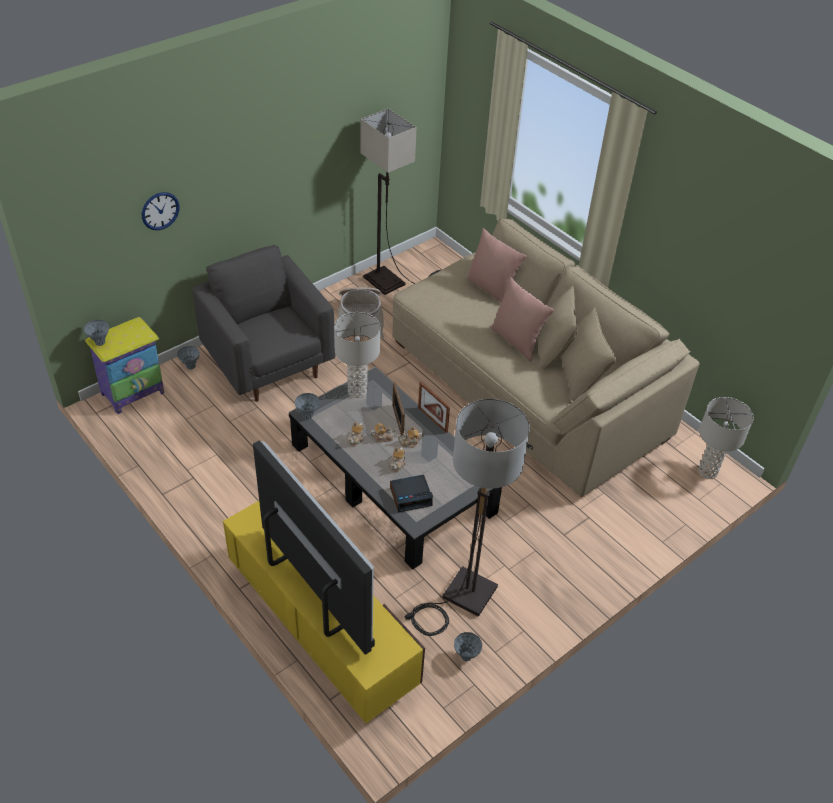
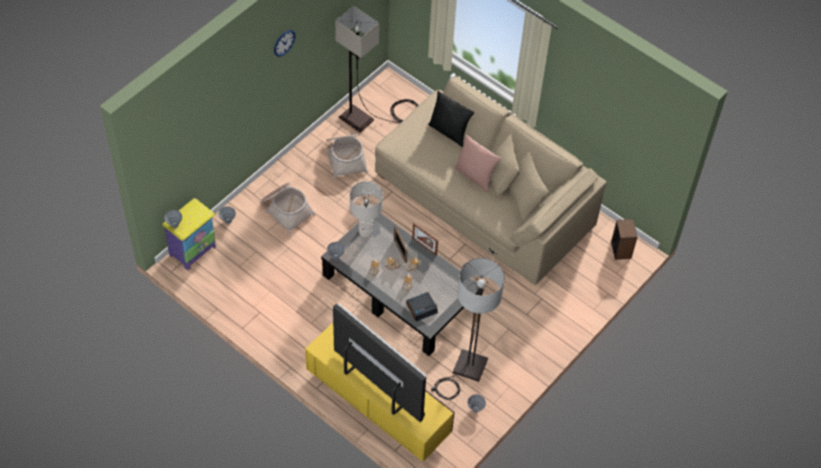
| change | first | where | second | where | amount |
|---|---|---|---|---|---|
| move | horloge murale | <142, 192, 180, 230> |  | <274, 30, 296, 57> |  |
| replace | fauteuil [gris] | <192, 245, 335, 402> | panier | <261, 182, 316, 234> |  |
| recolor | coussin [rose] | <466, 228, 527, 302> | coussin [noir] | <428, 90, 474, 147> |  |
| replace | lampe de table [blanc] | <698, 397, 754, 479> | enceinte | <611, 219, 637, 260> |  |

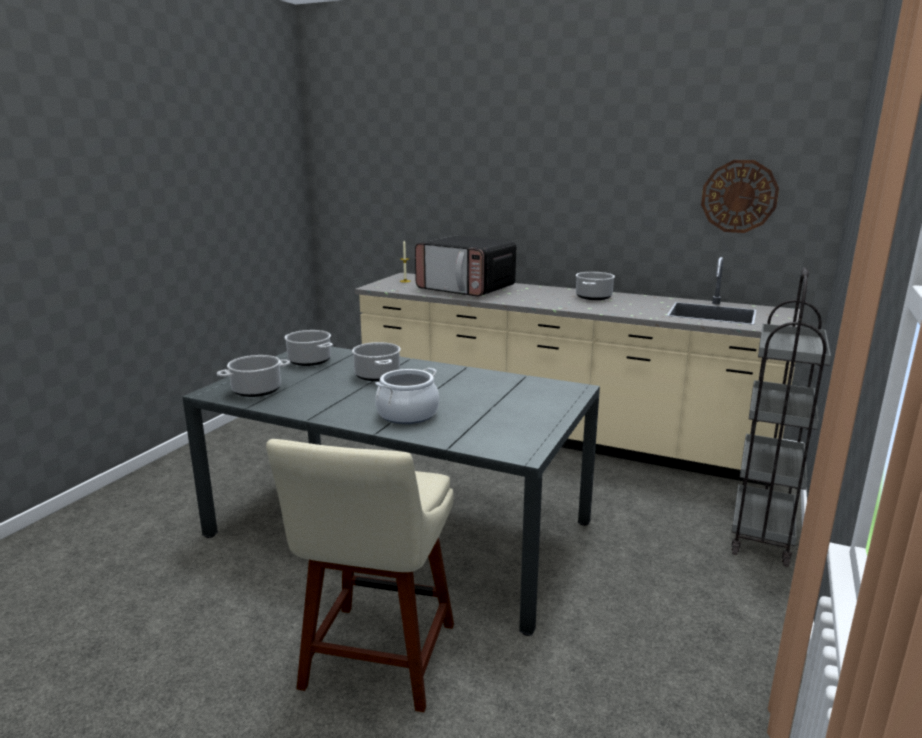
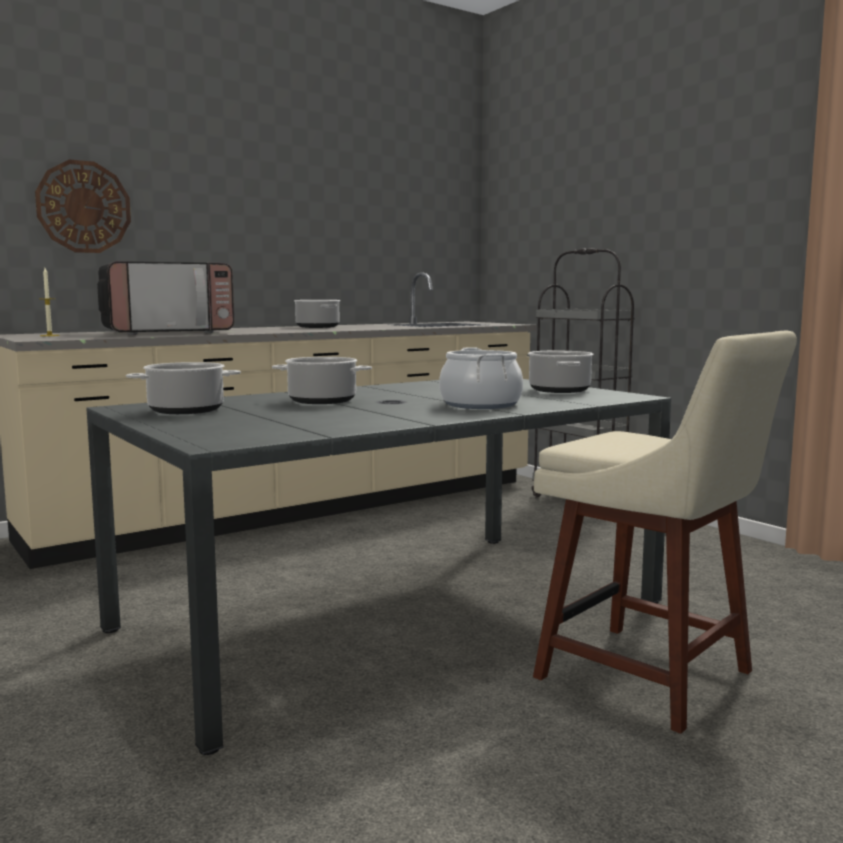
| change | first | where | second | where | amount |
|---|---|---|---|---|---|
| move | marmite | <217, 355, 290, 397> |  | <528, 351, 594, 393> |  |
| move | horloge murale | <701, 160, 779, 233> |  | <35, 160, 131, 253> |  |

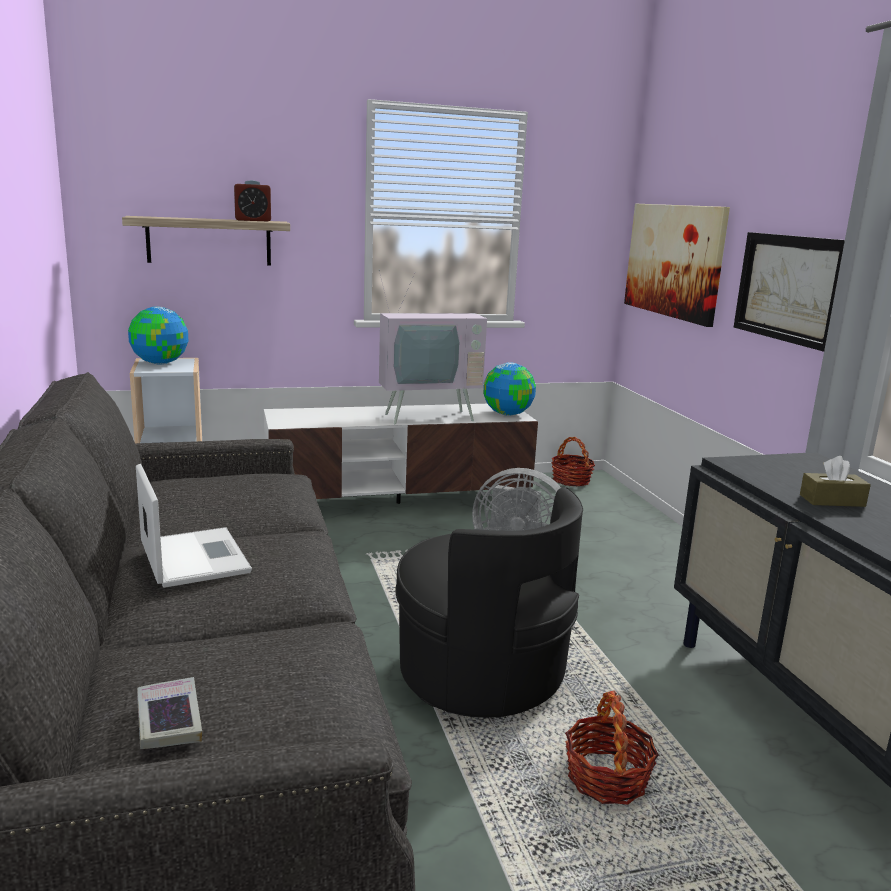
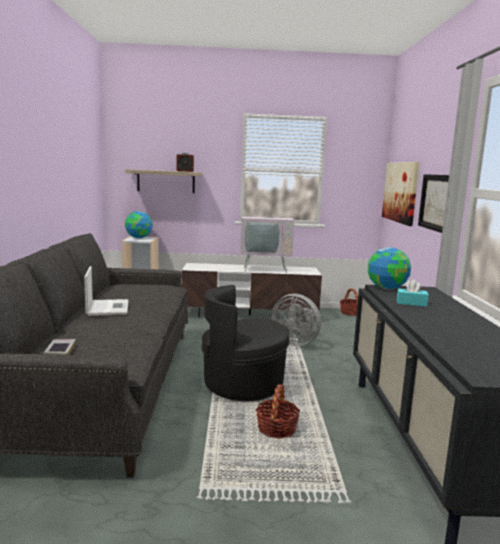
| change | first | where | second | where | amount |
|---|---|---|---|---|---|
| rotate | fauteuil [noir] | <395, 487, 583, 718> |  | <201, 285, 289, 401> | 120 degrees clockwise |
| move | globe | <483, 362, 536, 416> |  | <367, 247, 411, 290> |  |
| recolor | boîte à mouchoirs [marron] | <800, 456, 871, 507> | boîte à mouchoirs [turquoise] | <397, 280, 429, 307> |  |

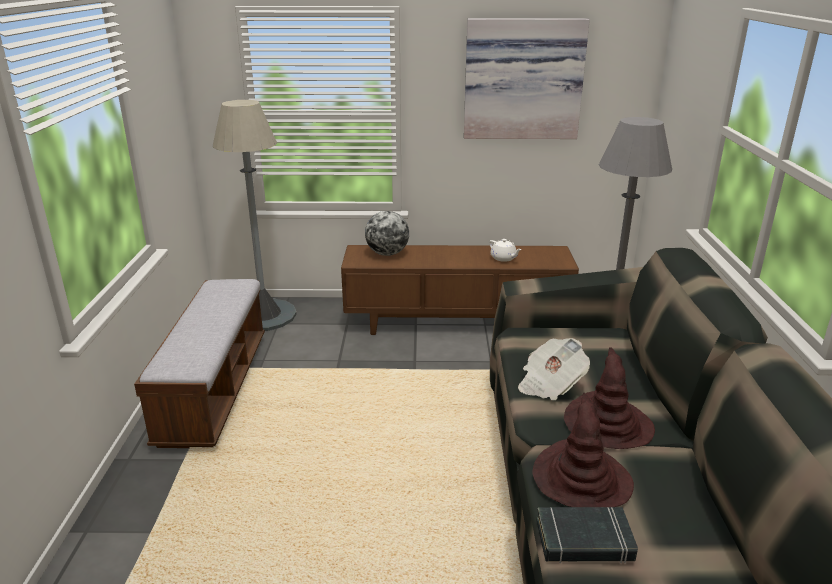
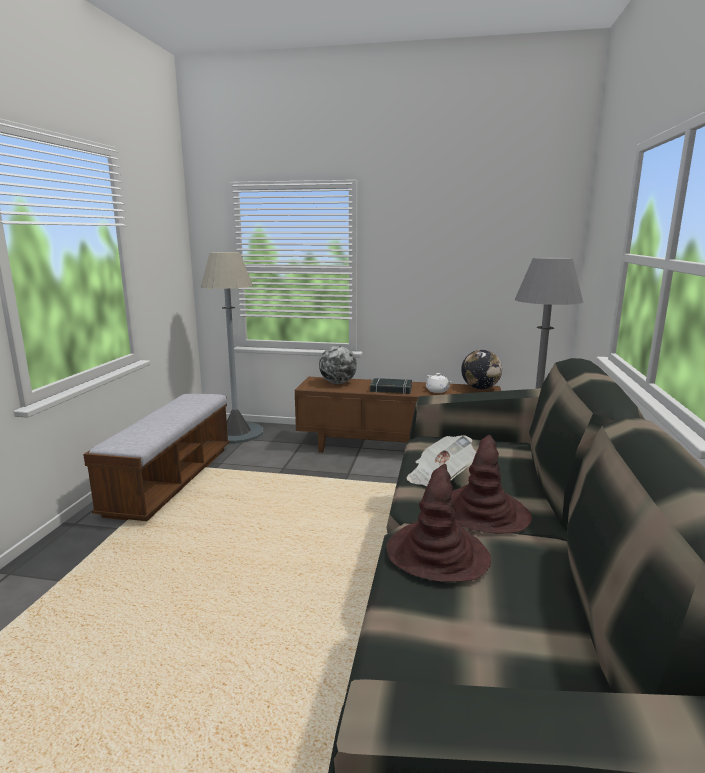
| change | first | where | second | where | amount |
|---|---|---|---|---|---|
| delete | tableau | <464, 18, 590, 139> |  |  |  |
| move | livre [noir] | <536, 507, 638, 563> |  | <370, 378, 412, 394> |  |
| insert |  |  | globe | <461, 350, 502, 389> |  |

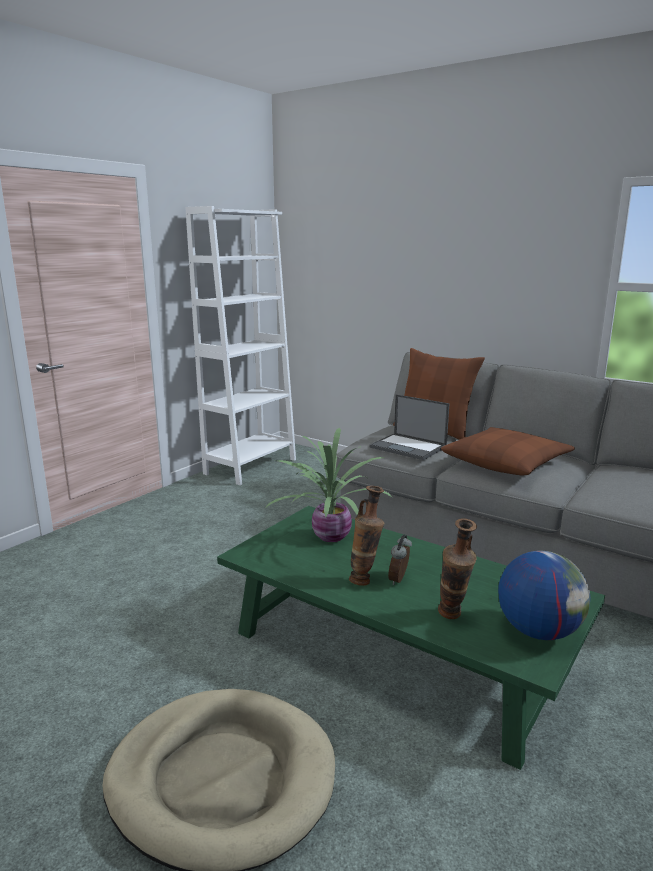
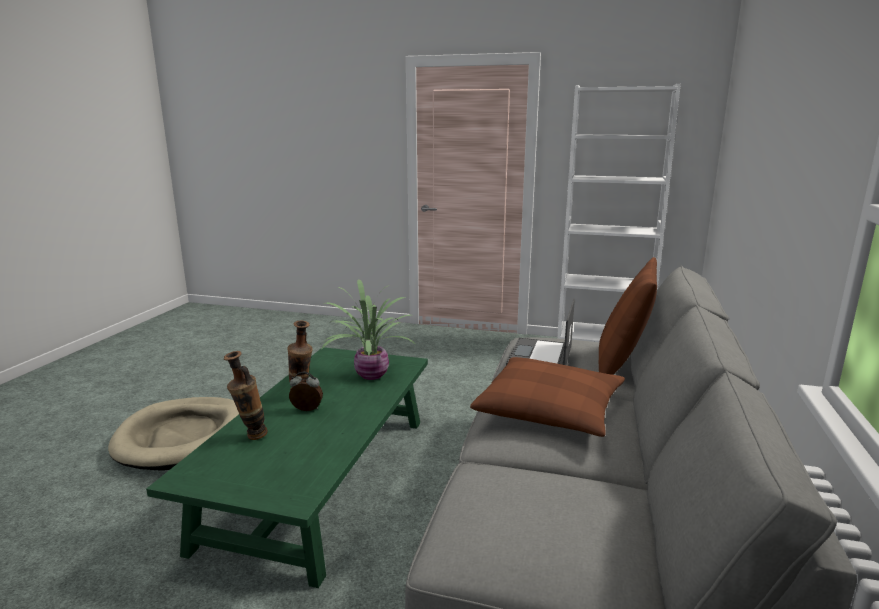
| change | first | where | second | where | amount |
|---|---|---|---|---|---|
| delete | globe | <498, 550, 590, 640> |  |  |  |

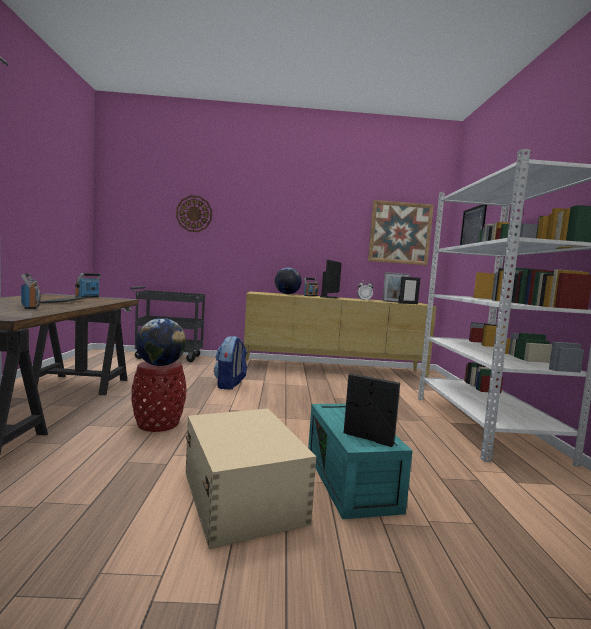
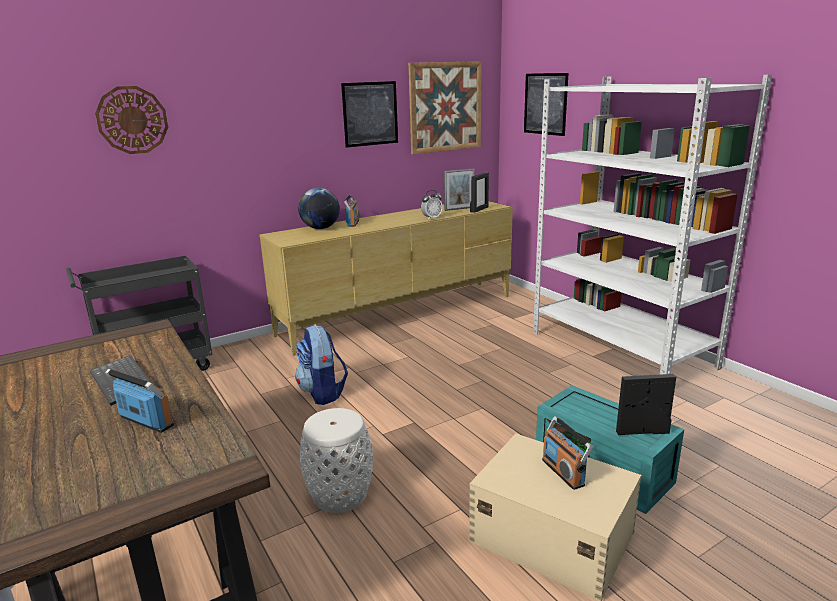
| change | first | where | second | where | amount |
|---|---|---|---|---|---|
| move | radio | <75, 273, 101, 298> |  | <542, 416, 593, 490> |  |
| recolor | tabouret [rouge] | <131, 361, 186, 432> | tabouret [blanc] | <300, 408, 373, 513> |  |
| delete | globe | <136, 318, 186, 366> |  |  |  |
| delete | écran d'ordinateur | <320, 260, 342, 298> |  |  |  |
| insert |  |  | tableau | <341, 81, 398, 148> |  |

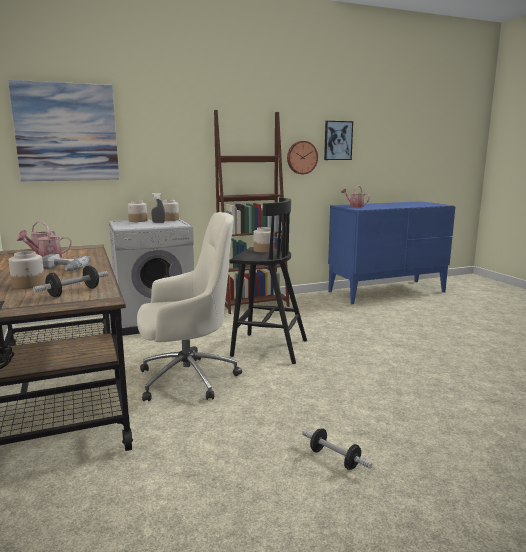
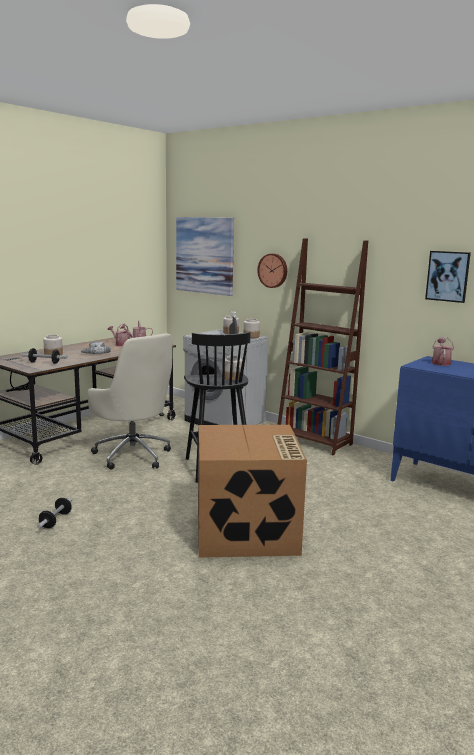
| change | first | where | second | where | amount |
|---|---|---|---|---|---|
| move | horloge murale | <287, 141, 318, 174> |  | <257, 254, 287, 288> |  |
| insert |  |  | carton | <198, 425, 307, 558> |  |

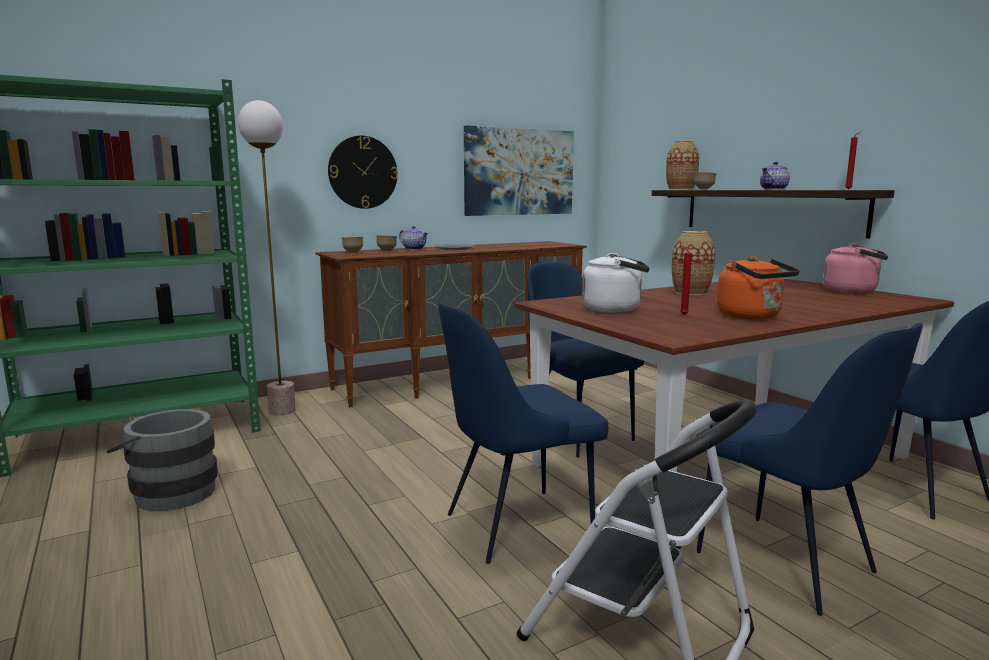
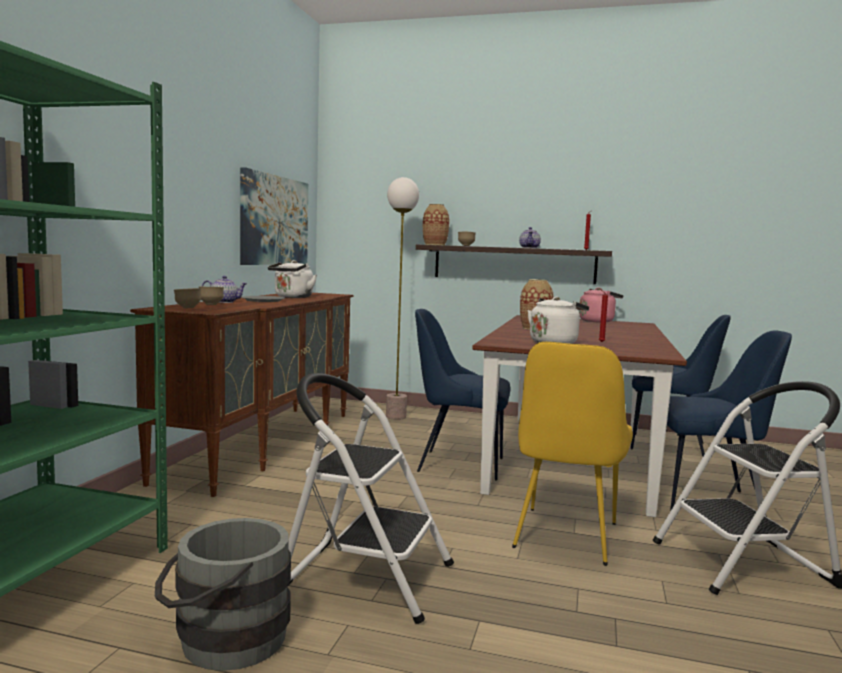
| change | first | where | second | where | amount |
|---|---|---|---|---|---|
| move | lampadaire | <238, 100, 296, 415> |  | <386, 177, 419, 420> |  |
| delete | horloge murale | <328, 136, 398, 209> |  |  |  |
| recolor | chaise [bleu] | <438, 301, 608, 564> | chaise [jaune] | <512, 342, 633, 566> |  |
| delete | bouilloire [orange] | <717, 256, 799, 319> |  |  |  |
| insert |  |  | bouilloire [blanc] | <268, 260, 317, 298> |  |
| insert |  |  | escabeau | <287, 373, 454, 624> |  |

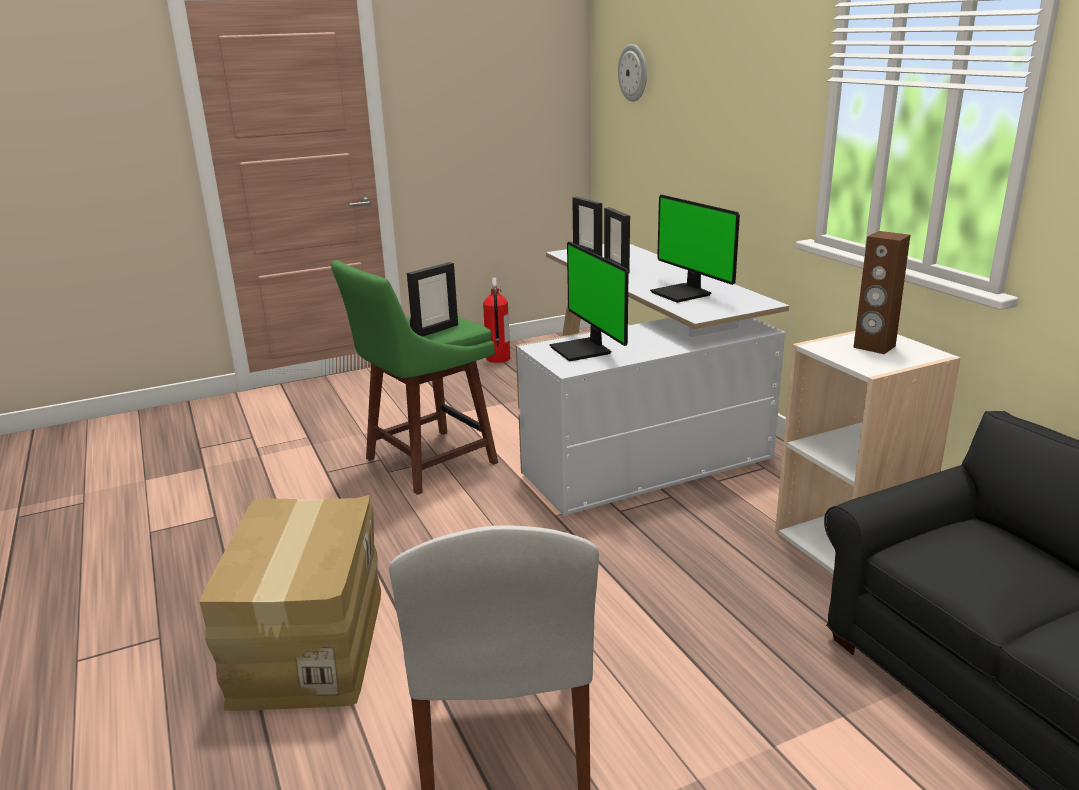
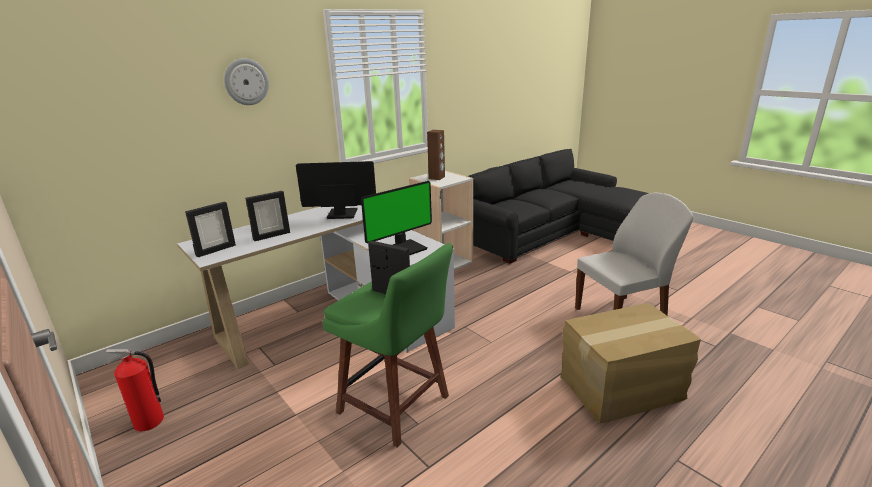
| change | first | where | second | where | amount |
|---|---|---|---|---|---|
| move | horloge murale | <618, 44, 647, 102> |  | <224, 58, 269, 105> |  |
| rotate | écran d'ordinateur | <650, 195, 740, 303> |  | <296, 161, 376, 219> | 135 degrees counterclockwise |

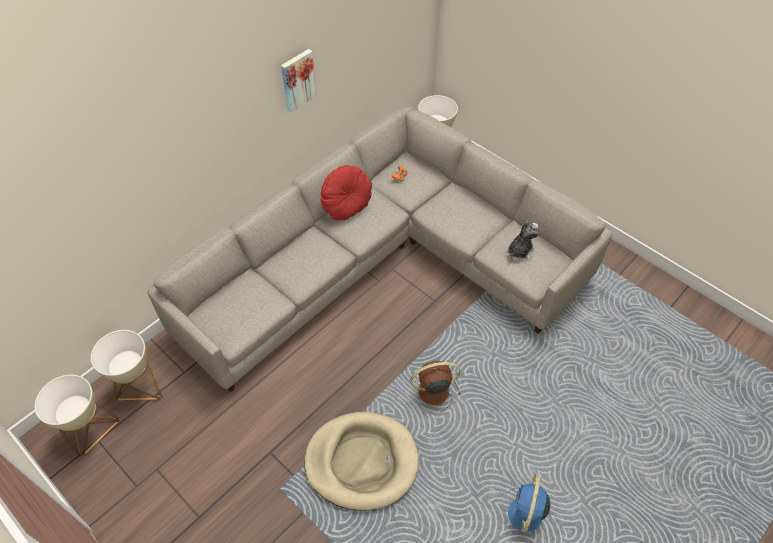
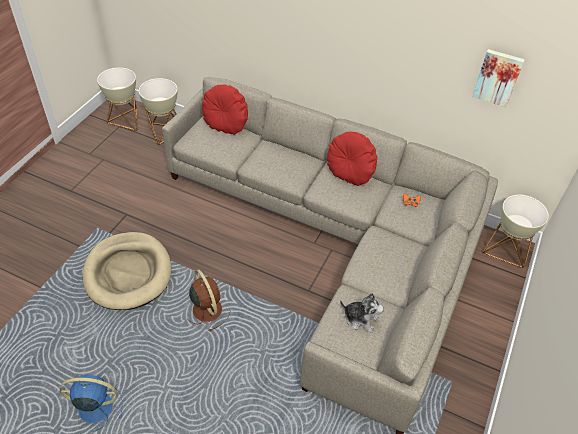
| change | first | where | second | where | amount |
|---|---|---|---|---|---|
| move | tableau | <281, 49, 317, 113> |  | <472, 49, 525, 107> |  |
| insert |  |  | coussin [rouge] | <202, 84, 248, 135> |  |

